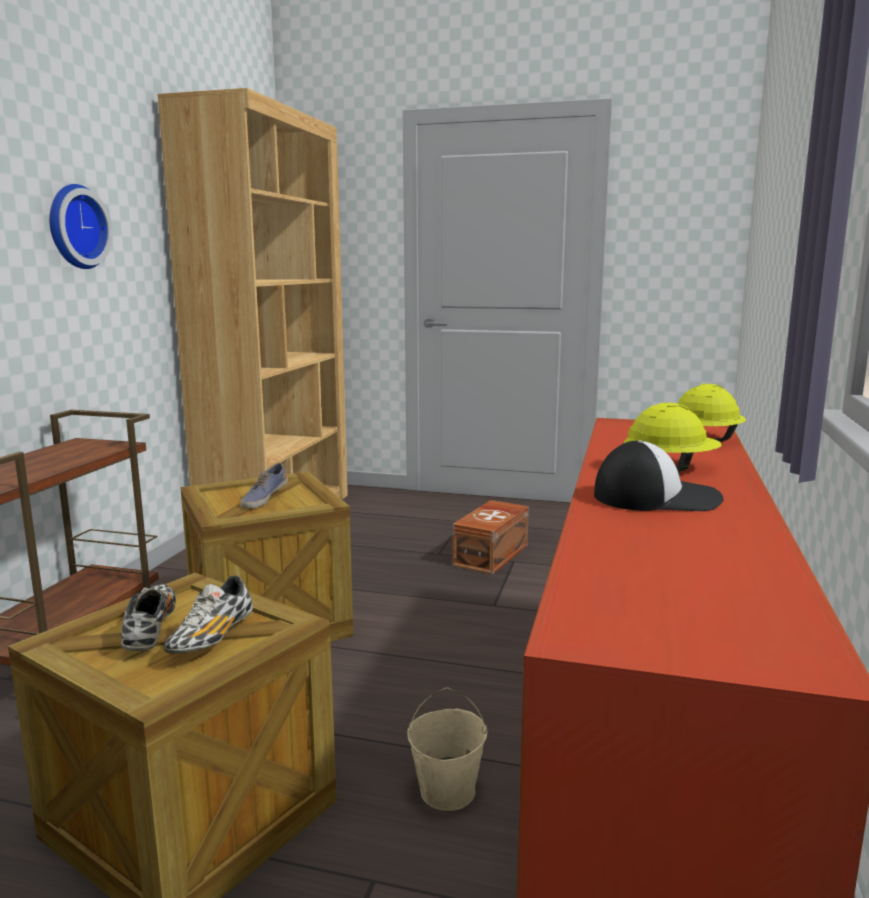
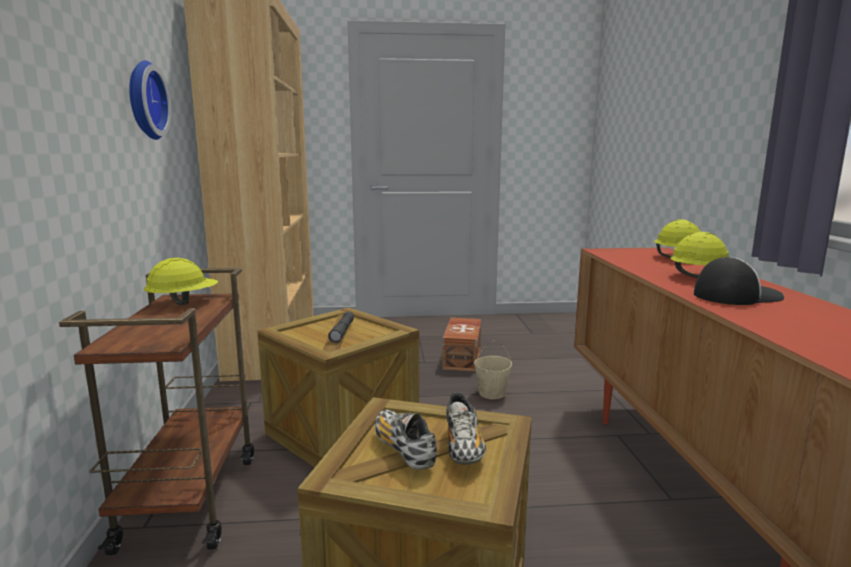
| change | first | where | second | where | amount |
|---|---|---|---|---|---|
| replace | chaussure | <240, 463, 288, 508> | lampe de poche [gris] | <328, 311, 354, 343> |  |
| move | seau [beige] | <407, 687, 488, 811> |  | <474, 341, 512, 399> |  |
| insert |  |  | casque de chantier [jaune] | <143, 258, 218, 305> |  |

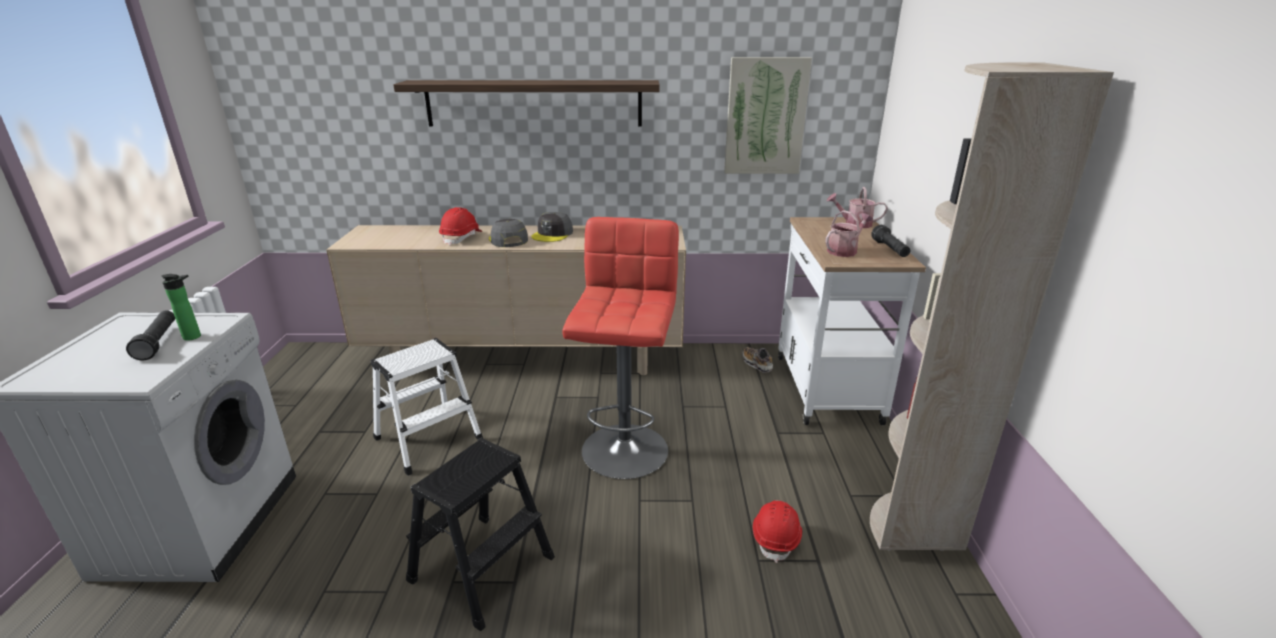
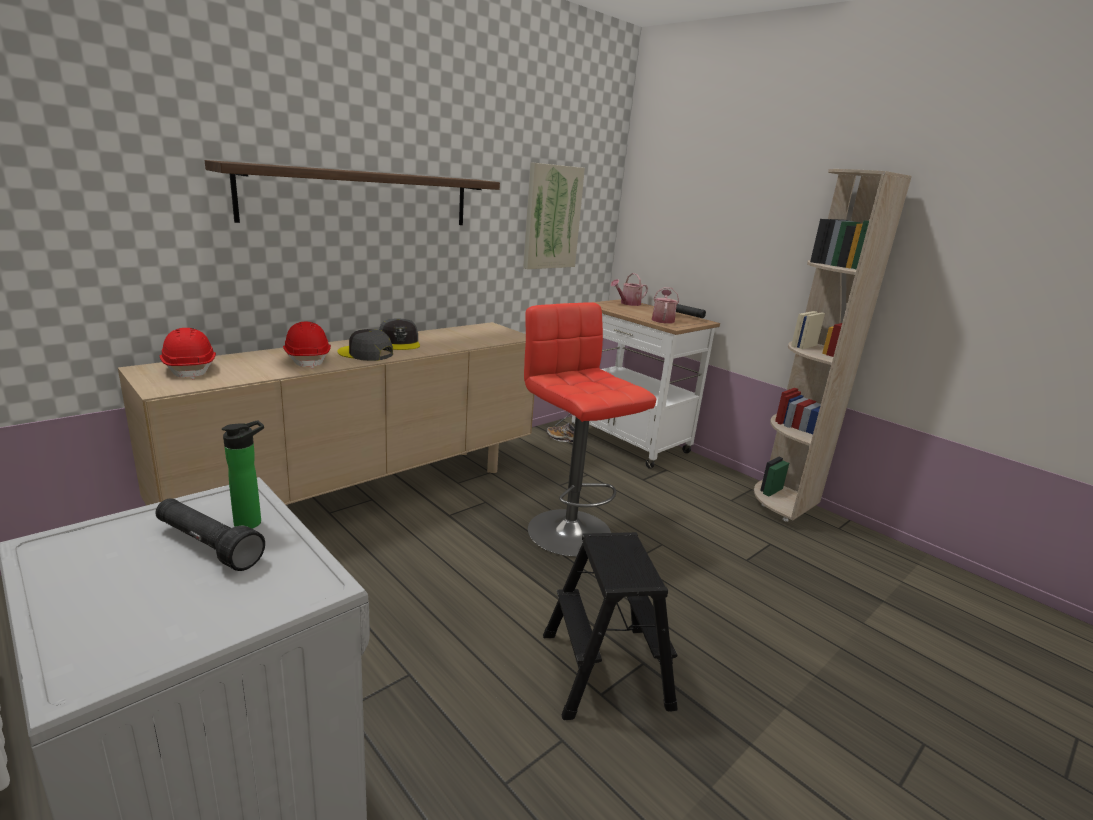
| change | first | where | second | where | amount |
|---|---|---|---|---|---|
| delete | escabeau [blanc] | <370, 338, 483, 476> |  |  |  |
| move | casque de chantier [rouge] | <753, 500, 802, 563> |  | <160, 328, 216, 379> |  |

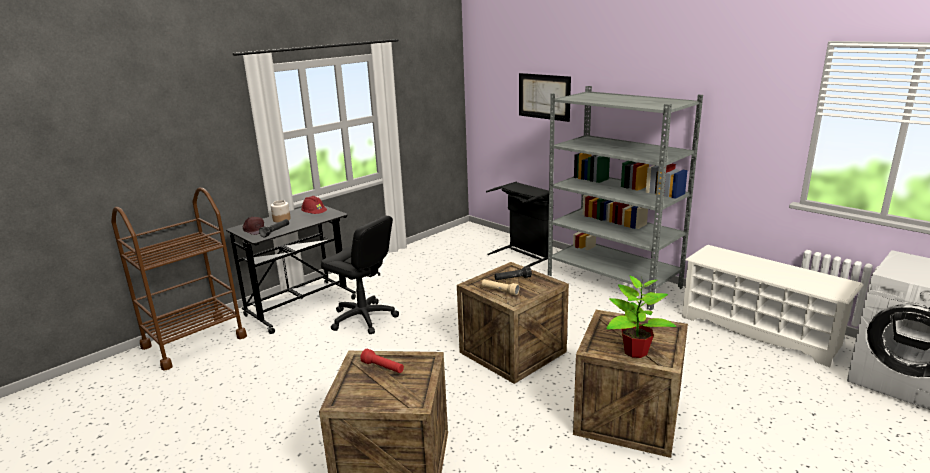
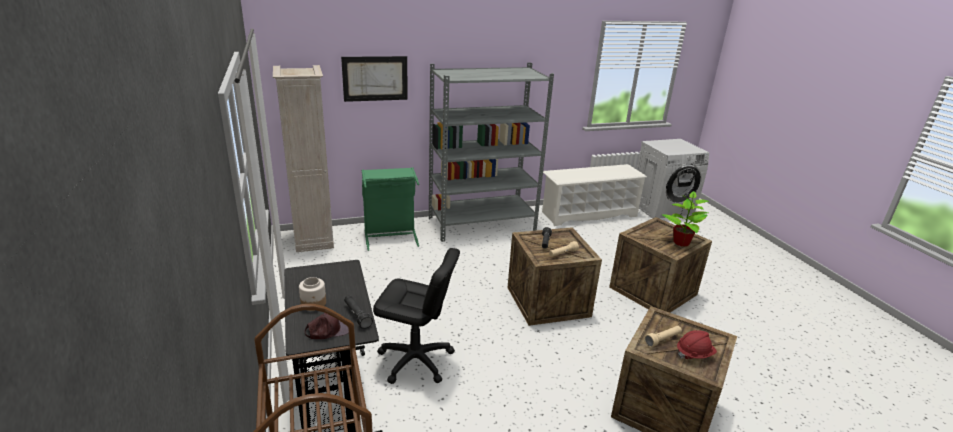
| change | first | where | second | where | amount |
|---|---|---|---|---|---|
| move | casque de chantier [rouge] | <301, 196, 327, 214> |  | <677, 330, 717, 359> |  |
| rotate | chaise de bureau [noir] | <321, 215, 399, 334> |  | <373, 248, 460, 384> | 45 degrees clockwise |
| recolor | lampe de poche [rouge] | <360, 349, 404, 373> | lampe de poche [beige] | <645, 326, 682, 347> |  |
| recolor | panier à linge [noir] | <486, 182, 554, 267> | panier à linge [vert] | <362, 167, 419, 251> |  |
| insert |  |  | meuble de rangement [beige] | <273, 65, 334, 252> |  |

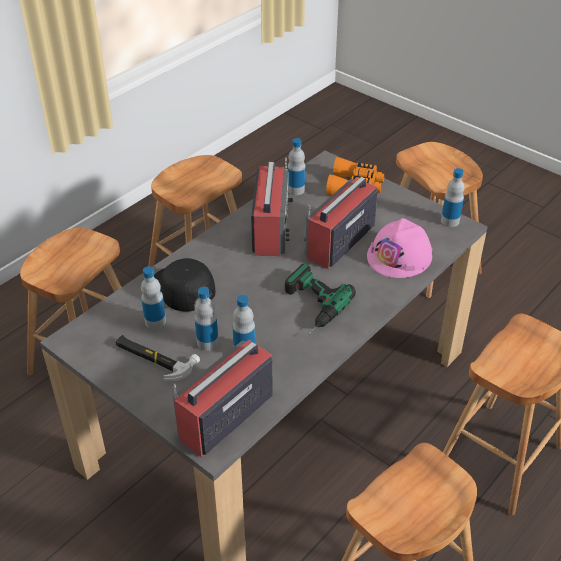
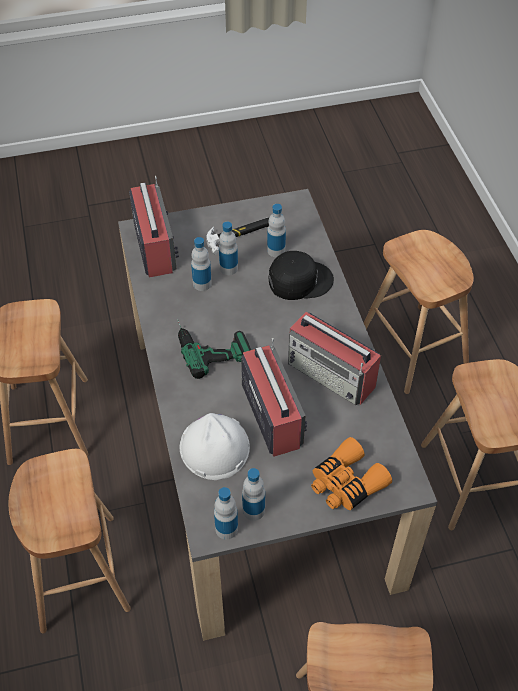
| change | first | where | second | where | amount |
|---|---|---|---|---|---|
| move | bouteille | <288, 138, 306, 195> |  | <242, 468, 265, 521> |  |
| recolor | casque de chantier [rose] | <367, 218, 432, 278> | casque de chantier [blanc] | <180, 413, 250, 480> |  |

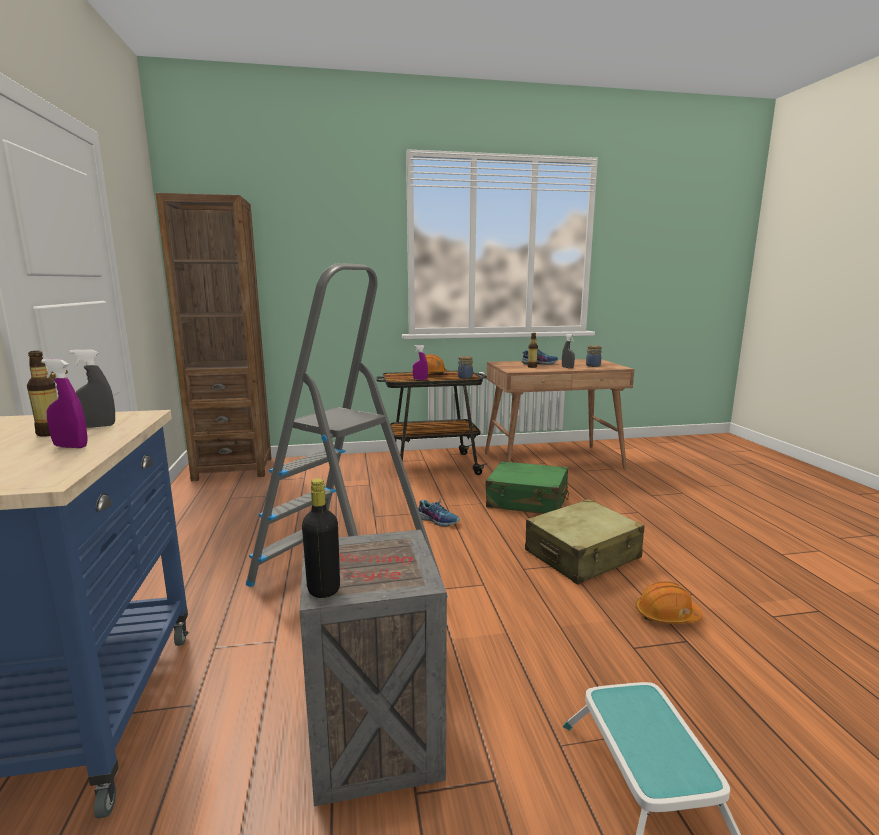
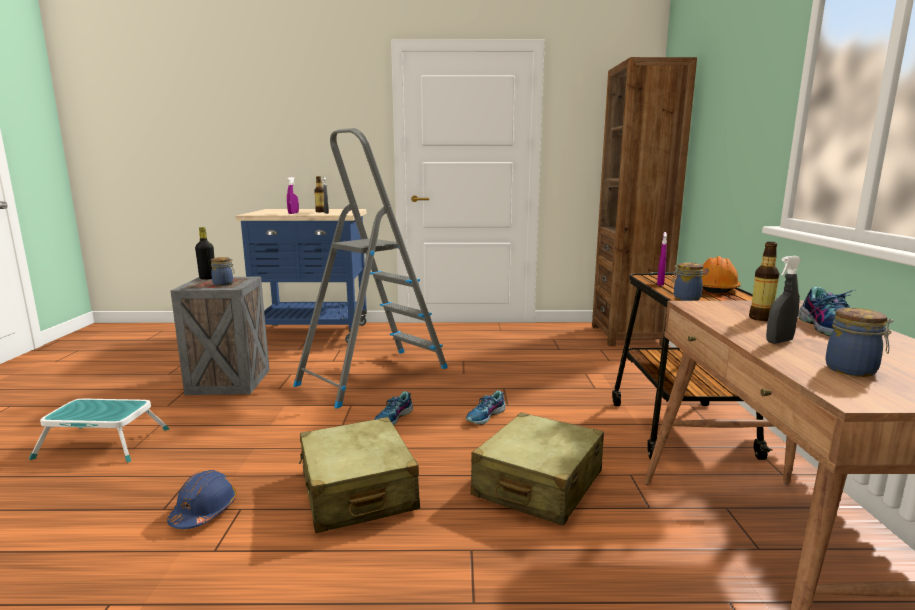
| change | first | where | second | where | amount |
|---|---|---|---|---|---|
| recolor | valise [vert] | <485, 461, 569, 514> | valise [beige] | <471, 412, 604, 526> |  |
| recolor | casque de chantier [orange] | <636, 581, 703, 624> | casque de chantier [bleu] | <167, 470, 237, 529> |  |
| insert |  |  | bocal | <211, 257, 235, 286> |  |
| insert |  |  | chaussure | <375, 391, 413, 426> |  |

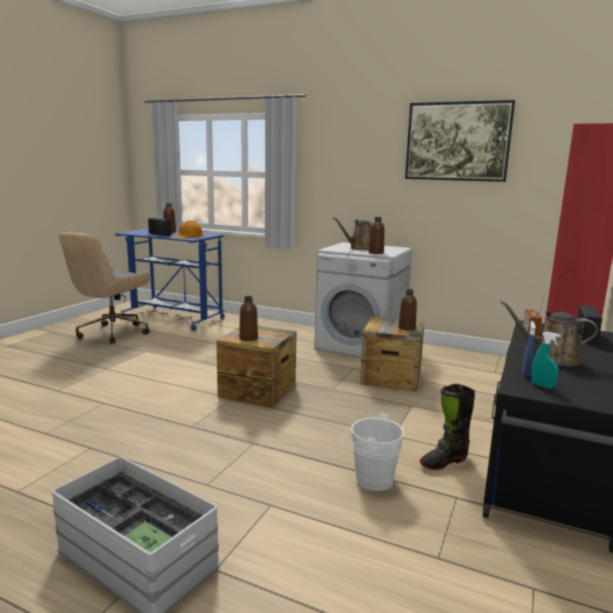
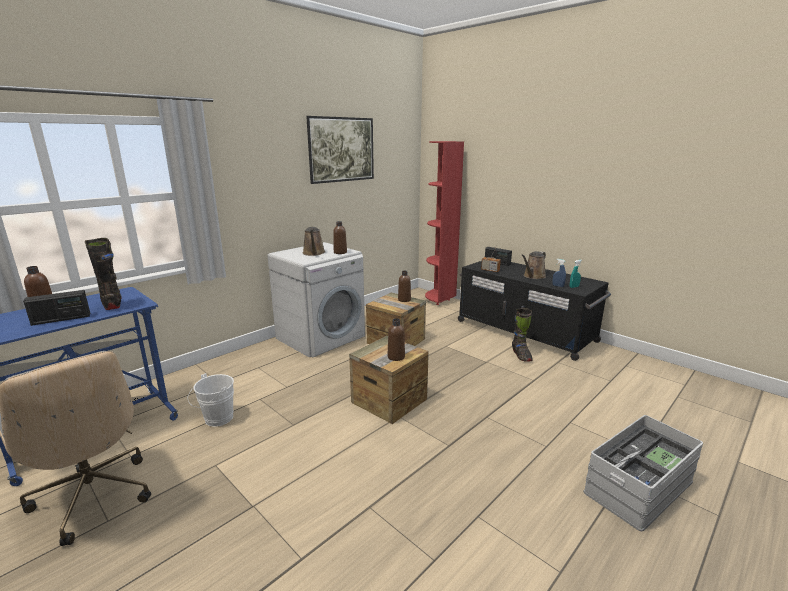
| change | first | where | second | where | amount |
|---|---|---|---|---|---|
| replace | casque de chantier [orange] | <172, 221, 204, 238> | botte [noir] | <85, 238, 121, 310> |  |
| move | seau [blanc] | <342, 413, 404, 491> |  | <188, 373, 234, 427> |  |

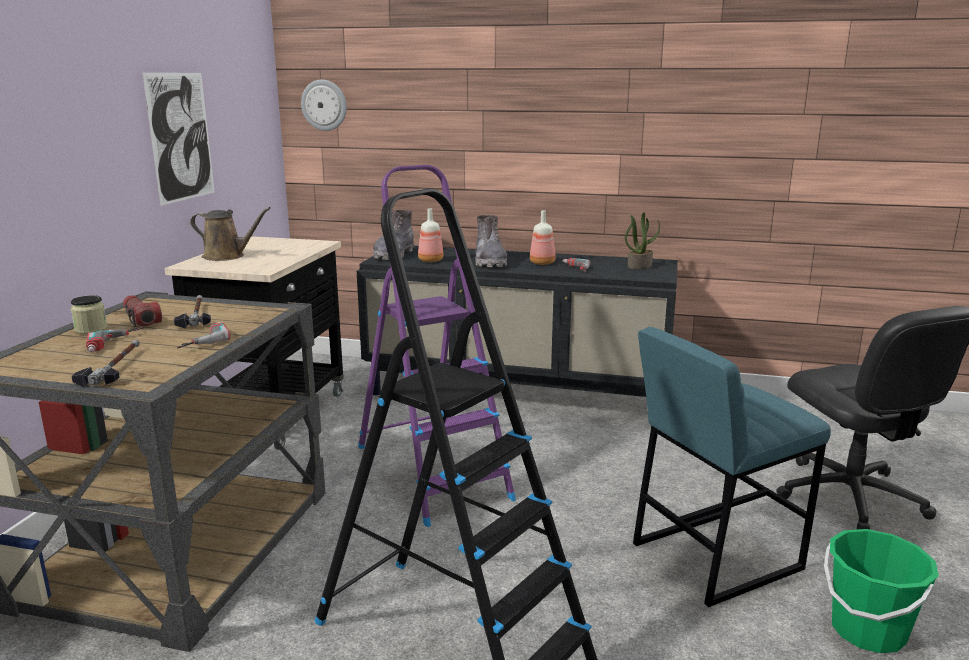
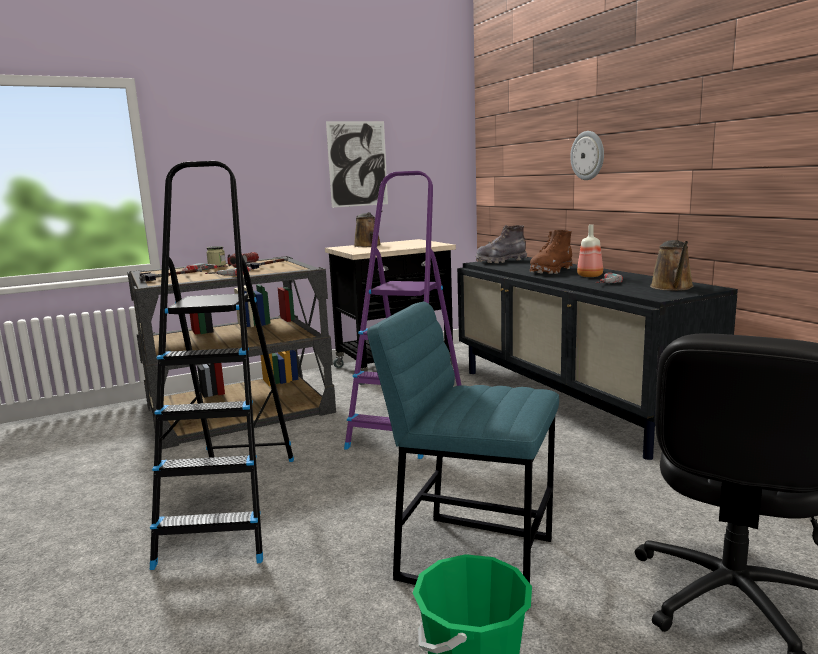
| change | first | where | second | where | amount |
|---|---|---|---|---|---|
| move | horloge murale | <301, 79, 347, 131> |  | <570, 131, 604, 180> |  |
| delete | bouteille | <418, 208, 443, 262> |  |  |  |
| recolor | botte [gris] | <475, 215, 507, 267> | botte [marron] | <530, 230, 572, 274> |  |
| replace | plante en pot | <625, 212, 660, 269> | arrosoir [marron] | <650, 240, 694, 291> |  |

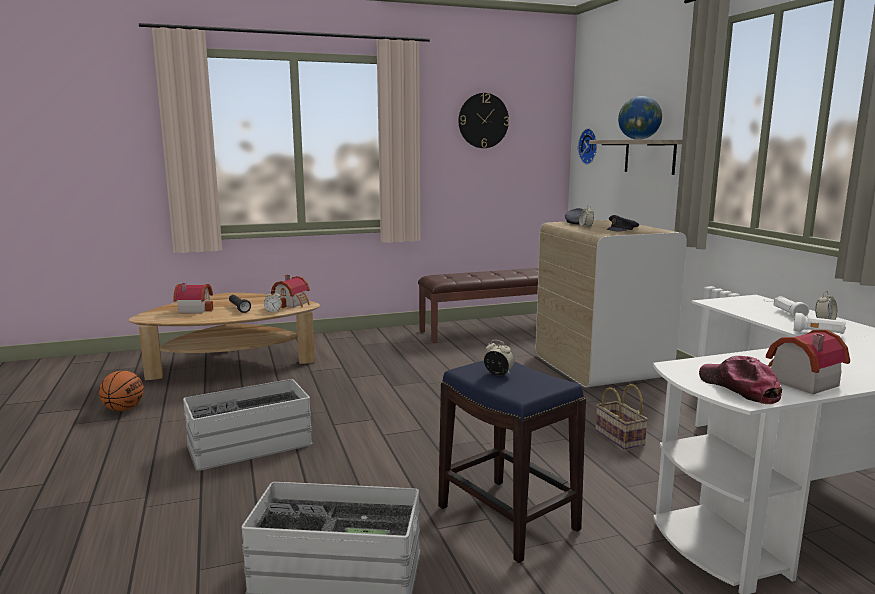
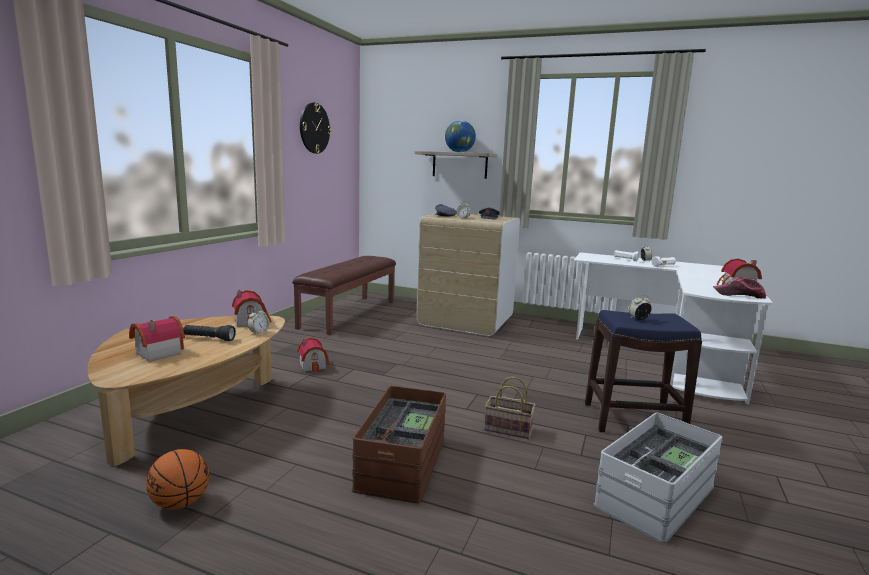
| change | first | where | second | where | amount |
|---|---|---|---|---|---|
| recolor | boîte de rangement [gris] | <183, 379, 313, 471> | boîte de rangement [marron] | <352, 386, 447, 503> |  |
| delete | horloge murale | <578, 128, 597, 165> |  |  |  |
| move | panier | <595, 384, 648, 450> |  | <484, 377, 535, 439> |  |
| insert |  |  | maison miniature | <297, 338, 332, 373> |  |

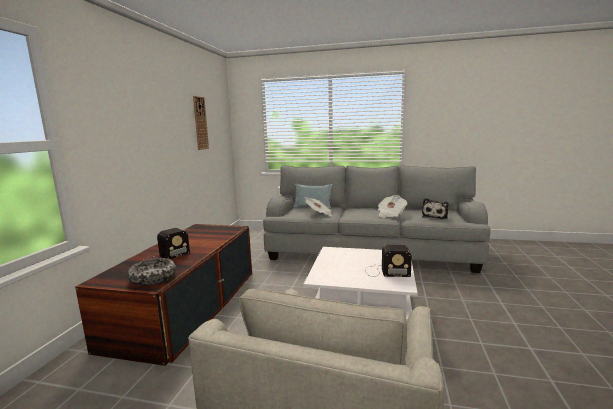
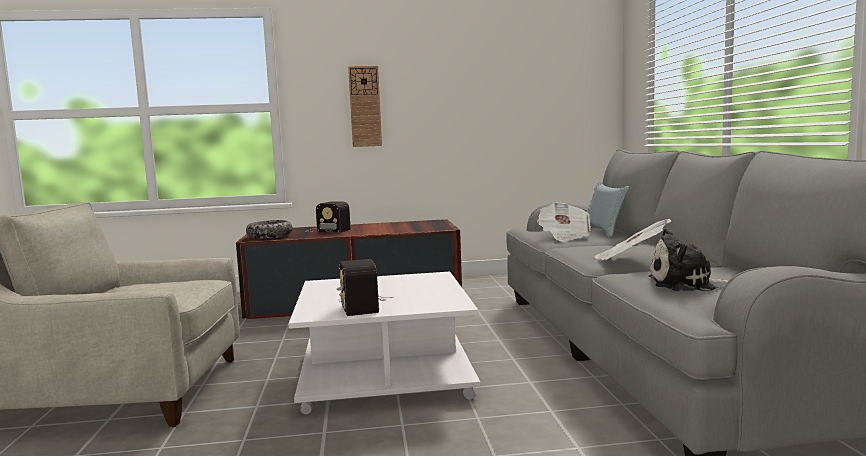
| change | first | where | second | where | amount |
|---|---|---|---|---|---|
| move | horloge murale | <193, 96, 209, 150> |  | <348, 66, 382, 147> |  |

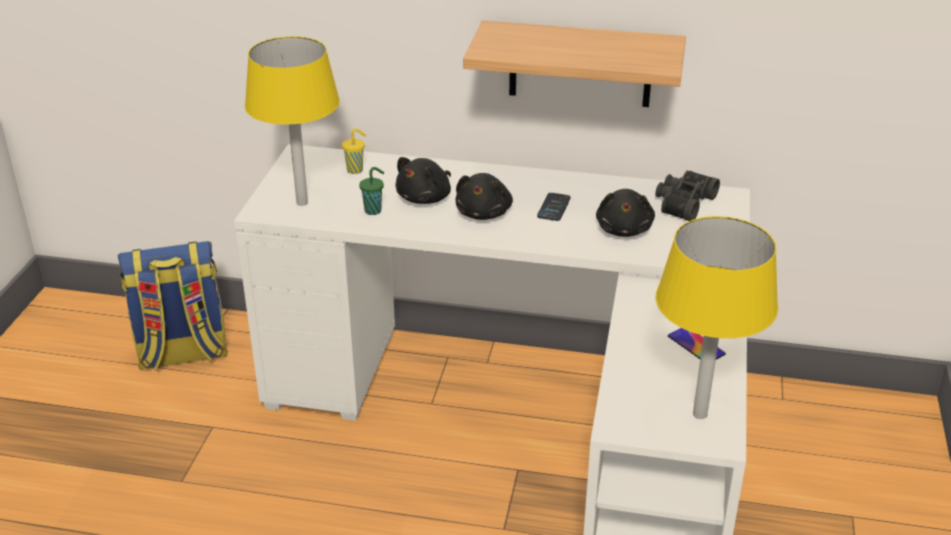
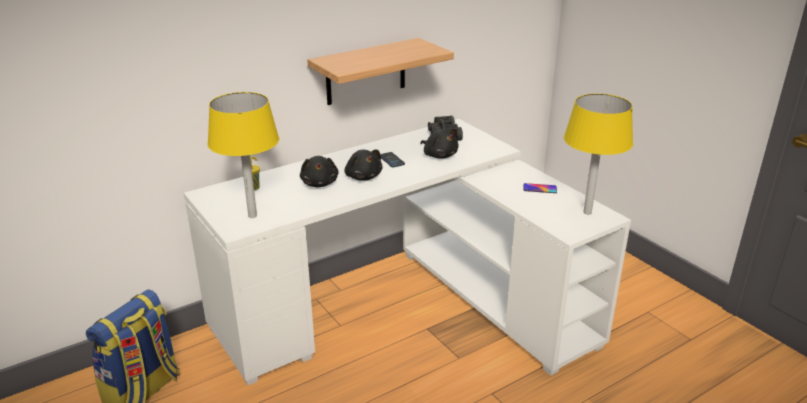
| change | first | where | second | where | amount |
|---|---|---|---|---|---|
| delete | tasse [vert] | <359, 167, 384, 215> |  |  |  |

